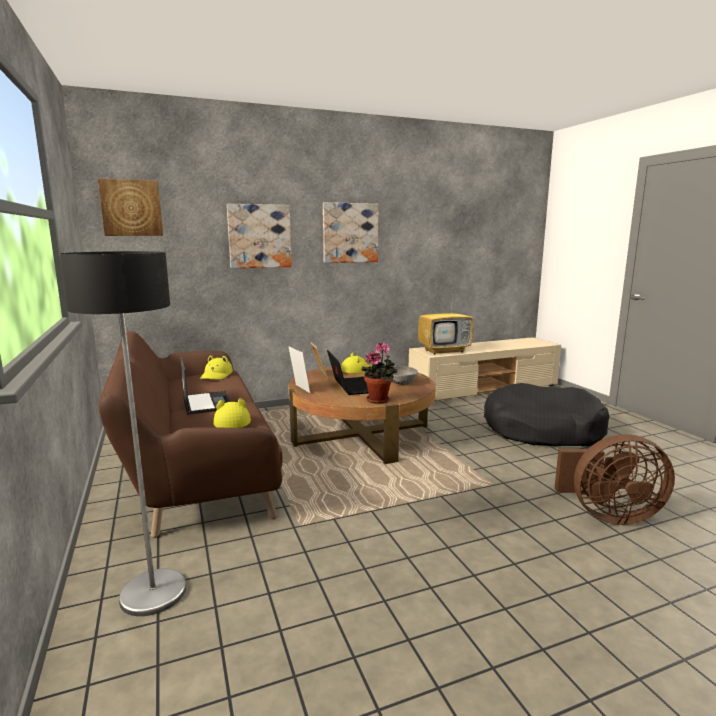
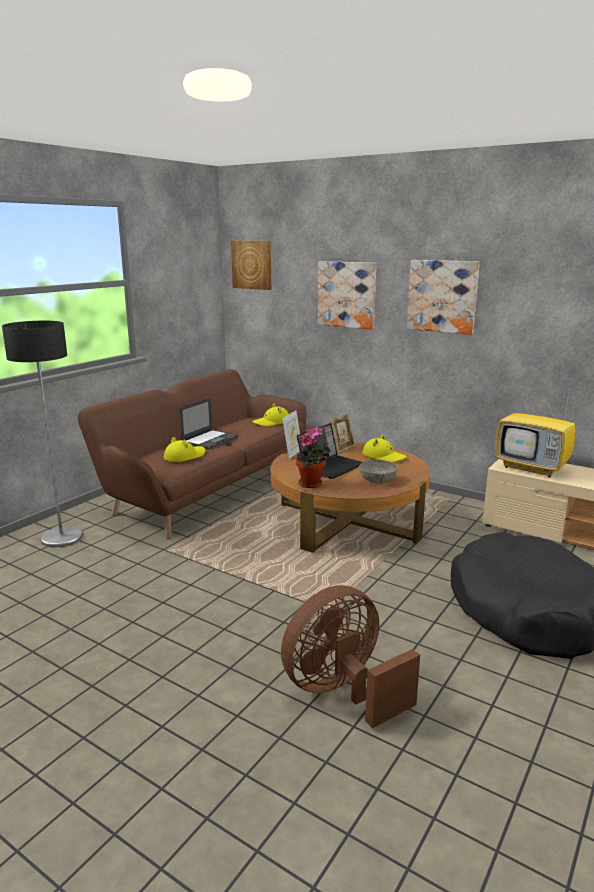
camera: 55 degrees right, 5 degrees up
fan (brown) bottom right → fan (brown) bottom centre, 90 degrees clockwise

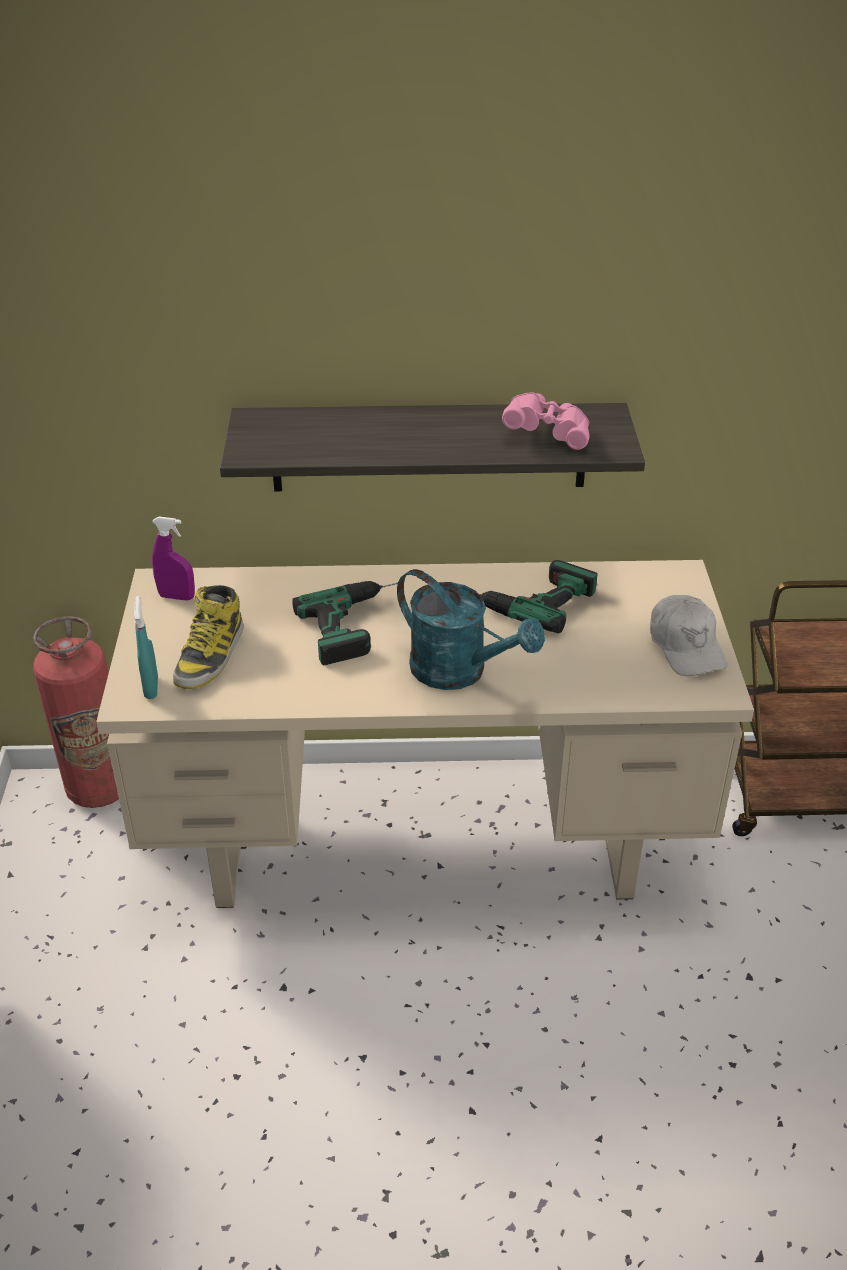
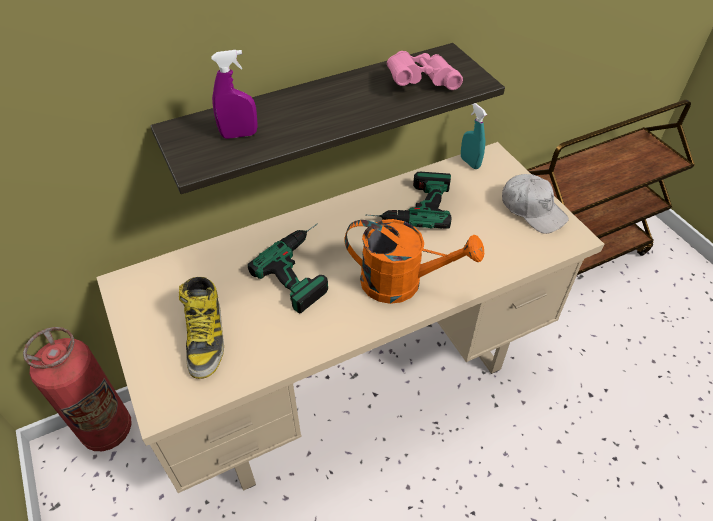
camera: 25 degrees left, 10 degrees up
spray bottle (turquoise) middle left → spray bottle (turquoise) top centre, move
spray bottle (purple) middle left → spray bottle (purple) top left, move
watering can (turquoise) centre → watering can (orange) centre

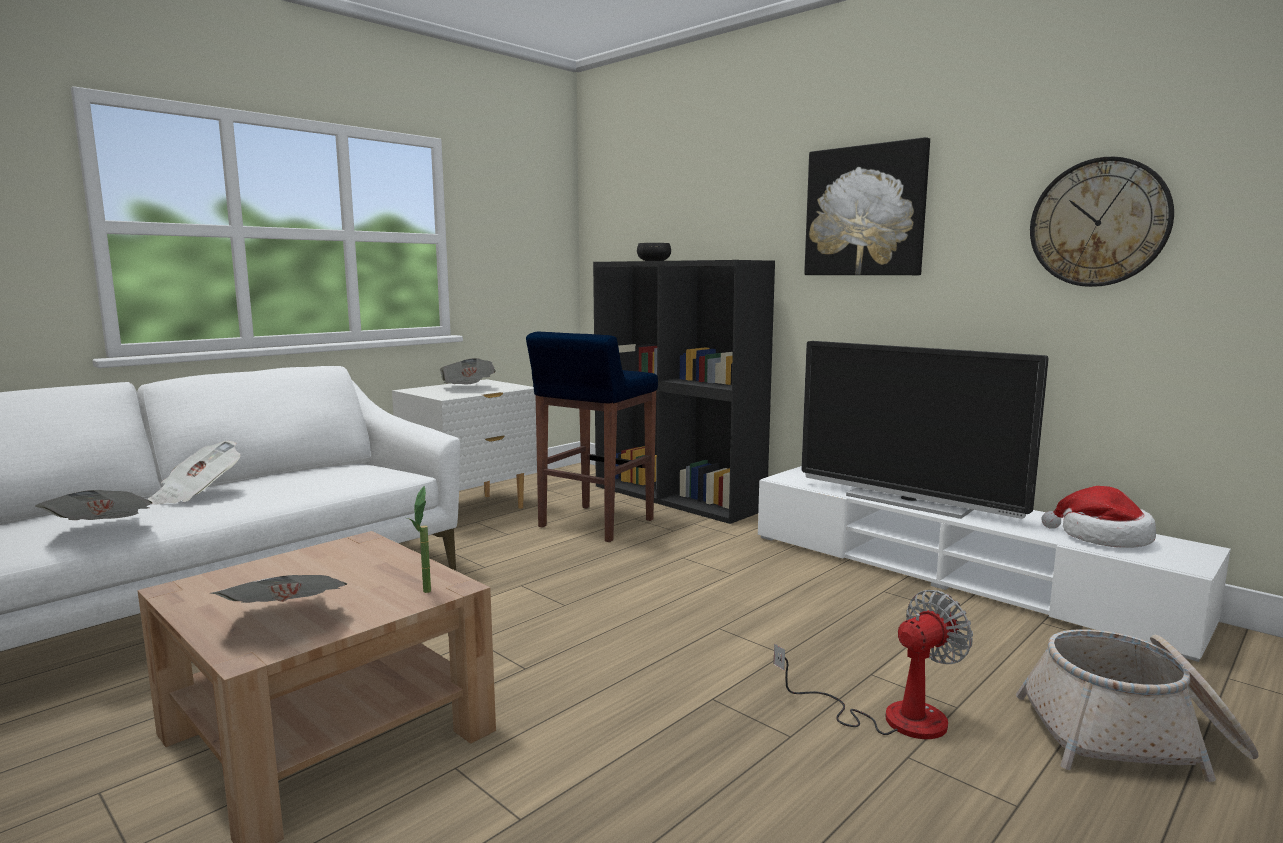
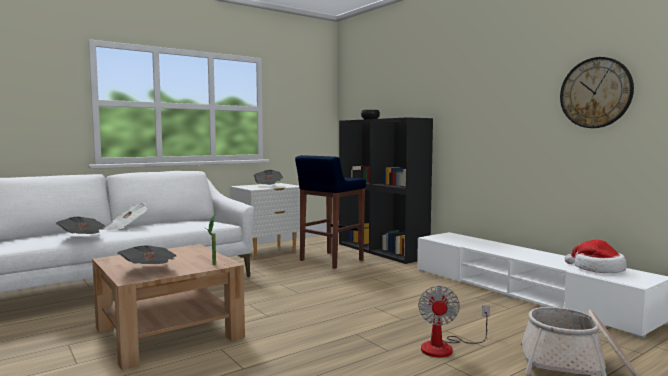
camera: 10 degrees right, 5 degrees down
fan bottom right, 120 degrees clockwise
television middle right → -
picture top right → -

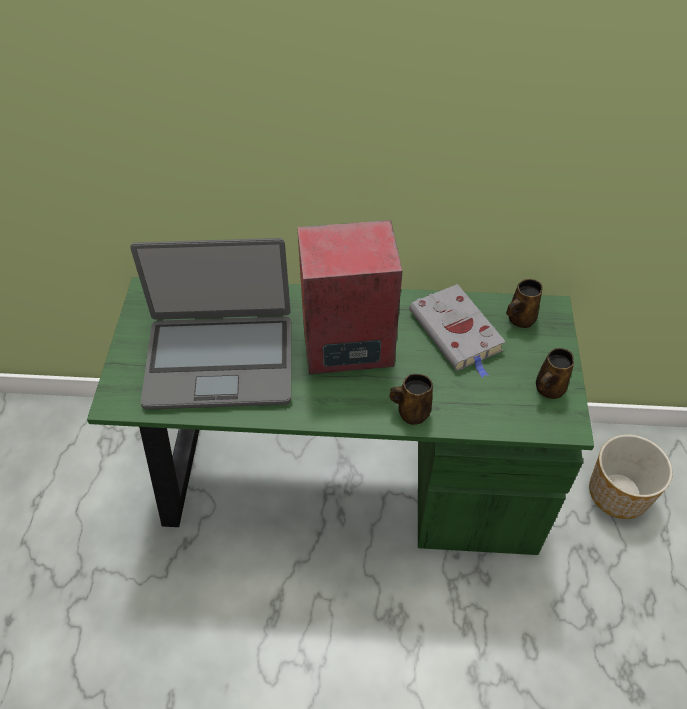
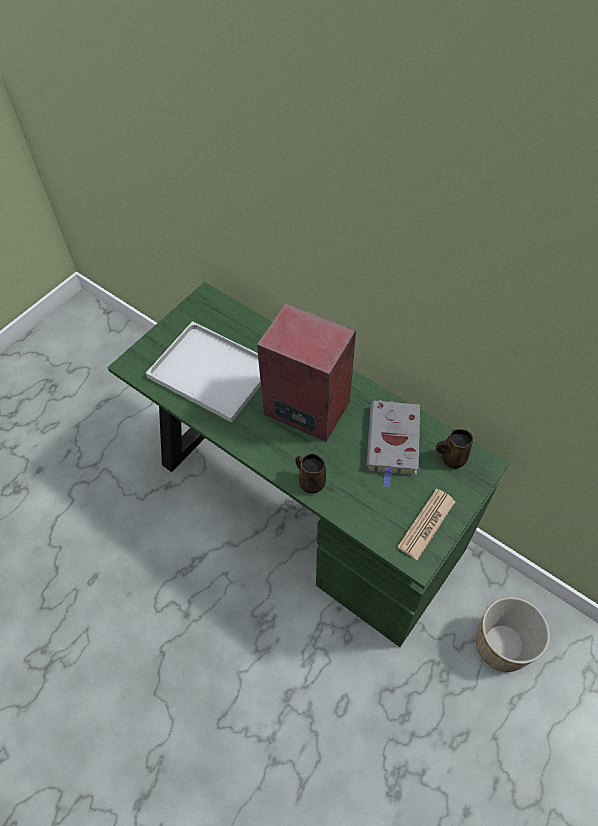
camera: 35 degrees right, 5 degrees up
laptop middle left → tray (white) centre
mug (brown) (3rd from left) middle right → newspaper middle right

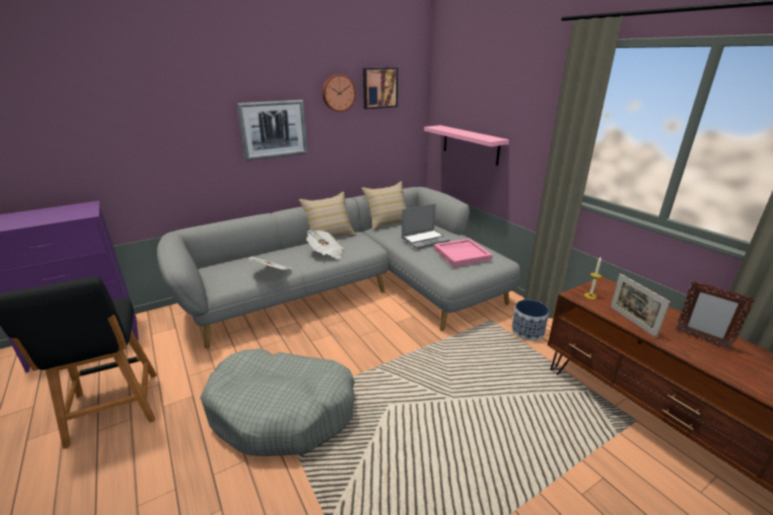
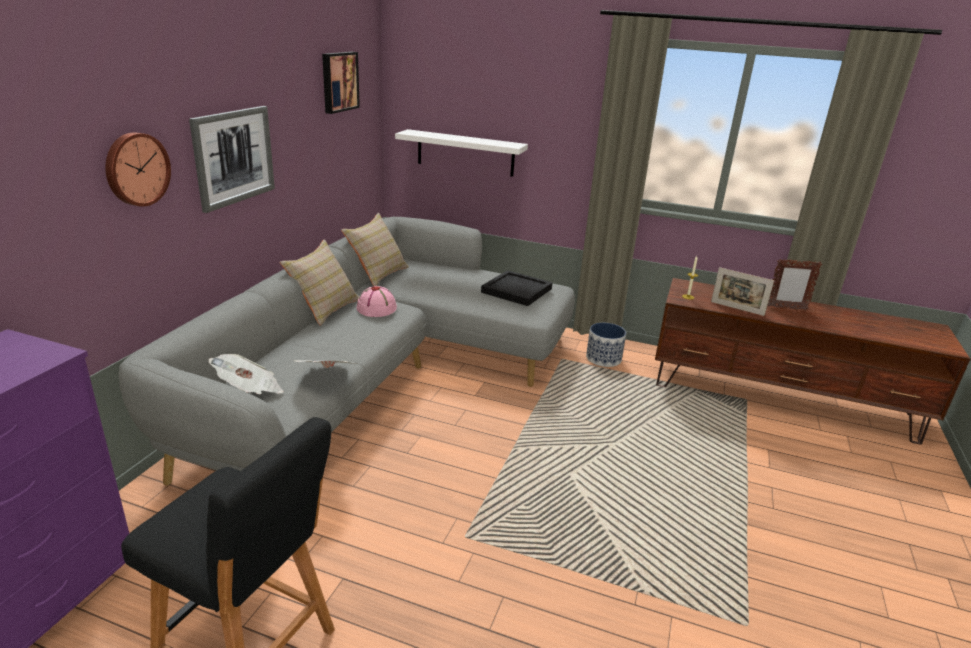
camera: 40 degrees left, 0 degrees up
dog bed (grey) bottom centre → -
newspaper (2nd from left in the first image) centre → newspaper (1st from left) middle left, move
wall clock top centre → wall clock top left, move
laptop centre → -
shelf (pink) top centre → shelf (white) top centre
tray (pink) centre → tray (black) centre
- → hat (pink) centre

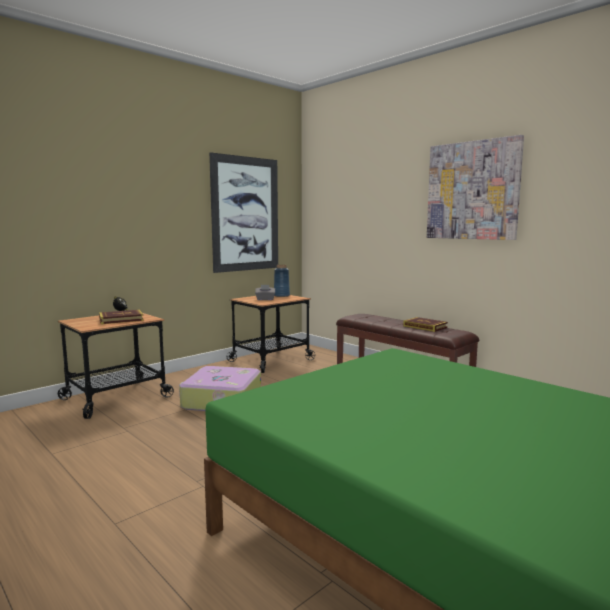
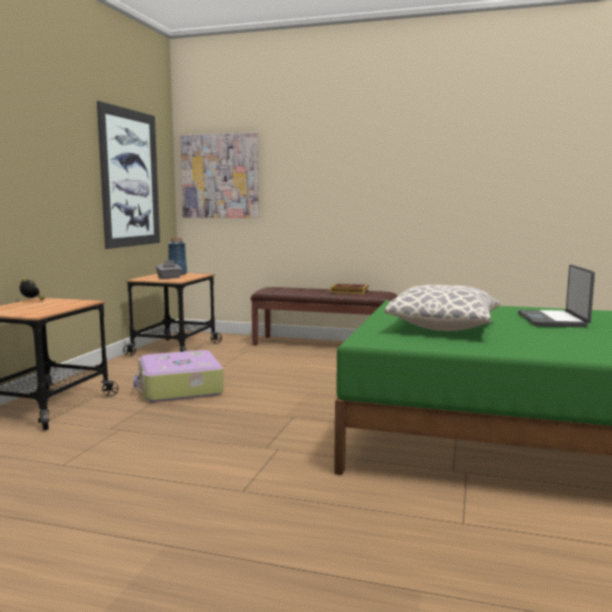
camera: 30 degrees left, 0 degrees up
book (1st from left) middle left → -
picture (2nd from left) top right → picture (2nd from left) top centre, move
- → pillow middle right
- → laptop middle right

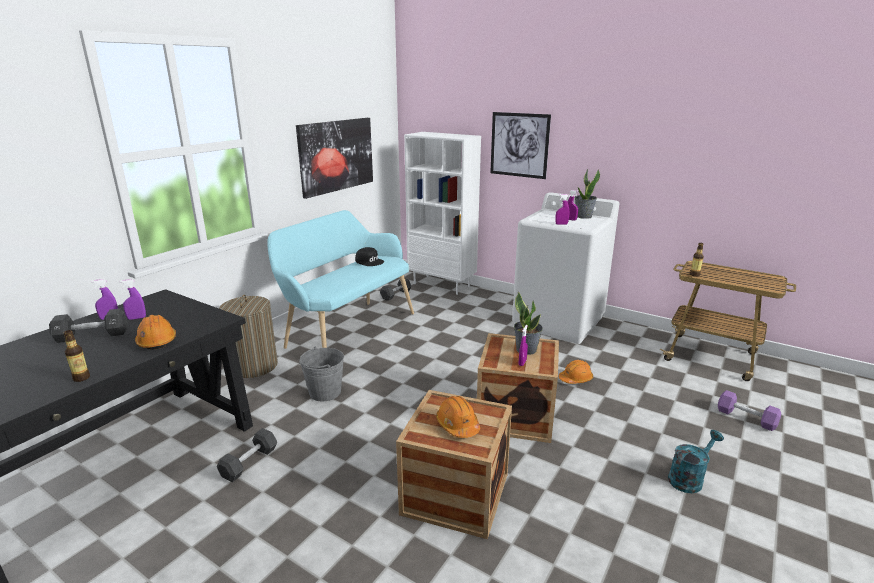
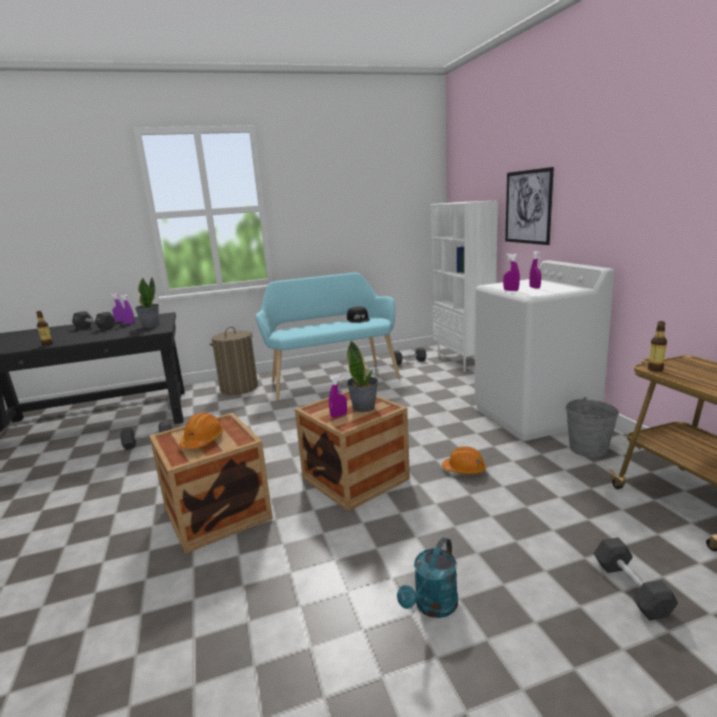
camera: 40 degrees right, 5 degrees down
hard hat (orange) (1st from left) middle left → -
picture (1st from left) top centre → -
bucket (grey) centre → bucket (grey) middle right, move
potted plant (2nd from left in the first image) top right → potted plant (1st from left) middle left, move
watering can (turquoise) bottom right → watering can (turquoise) bottom centre, 120 degrees clockwise
dumbbell (purple) bottom right → dumbbell (black) (4th from left) bottom right

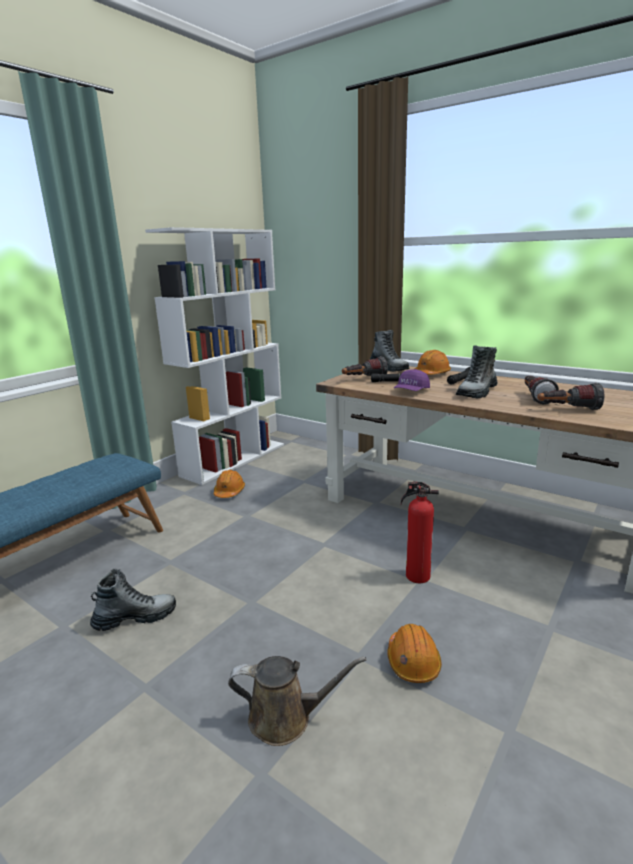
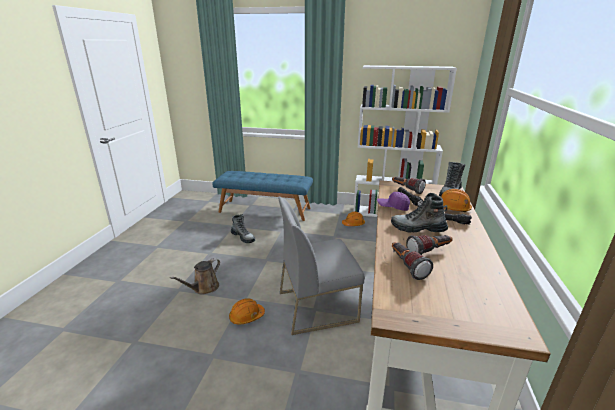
camera: 65 degrees right, 5 degrees up
watering can (brown) bottom centre → watering can (brown) bottom left, 60 degrees clockwise
fire extinguisher centre → chair (grey) centre

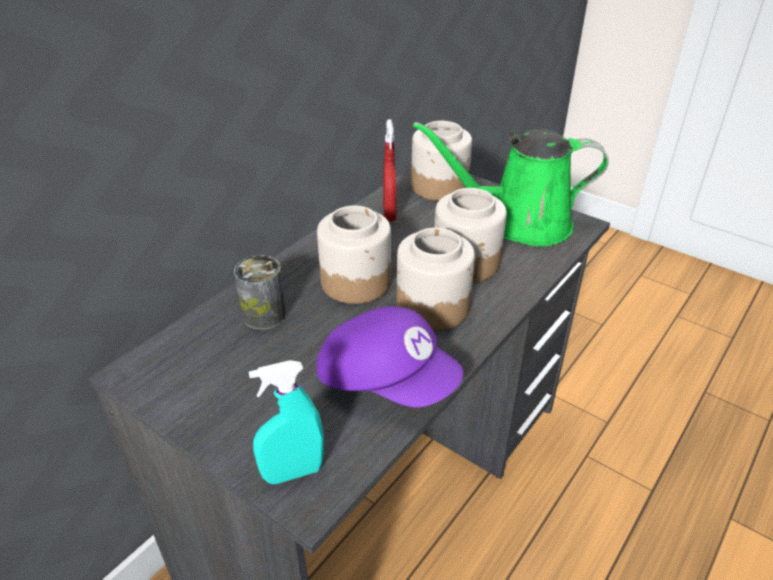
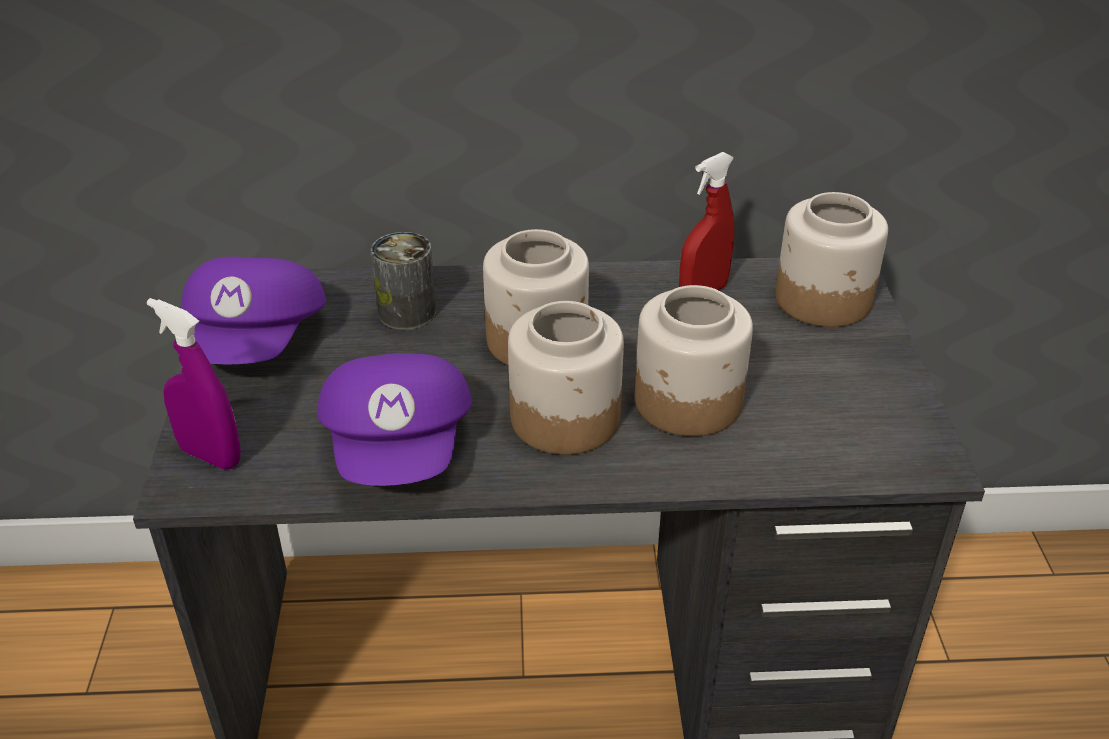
camera: 50 degrees right, 0 degrees up
spray bottle (turquoise) bottom centre → spray bottle (purple) middle left
watering can (green) top centre → -
- → cap (purple) (1st from left) middle left

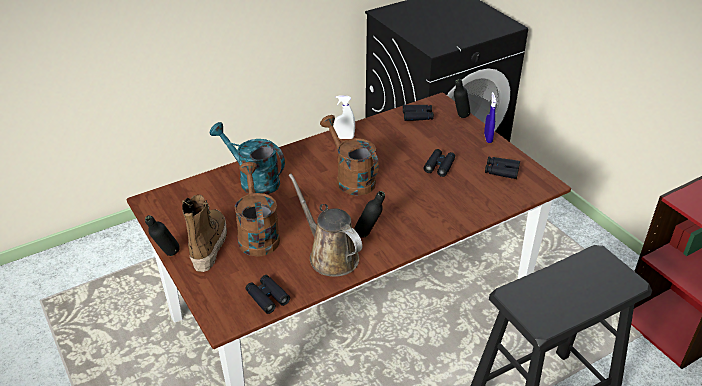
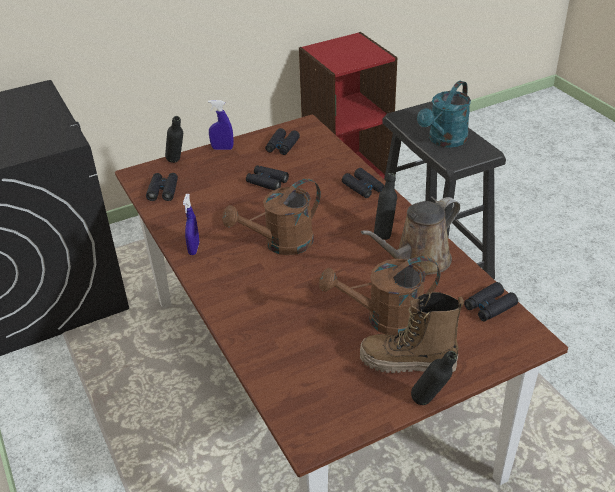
camera: 85 degrees left, 0 degrees up
watering can (turquoise) centre → watering can (turquoise) top right, move
spray bottle (white) top centre → spray bottle (blue) (1st from left) middle left
- → binoculars (black) (4th from left) centre

